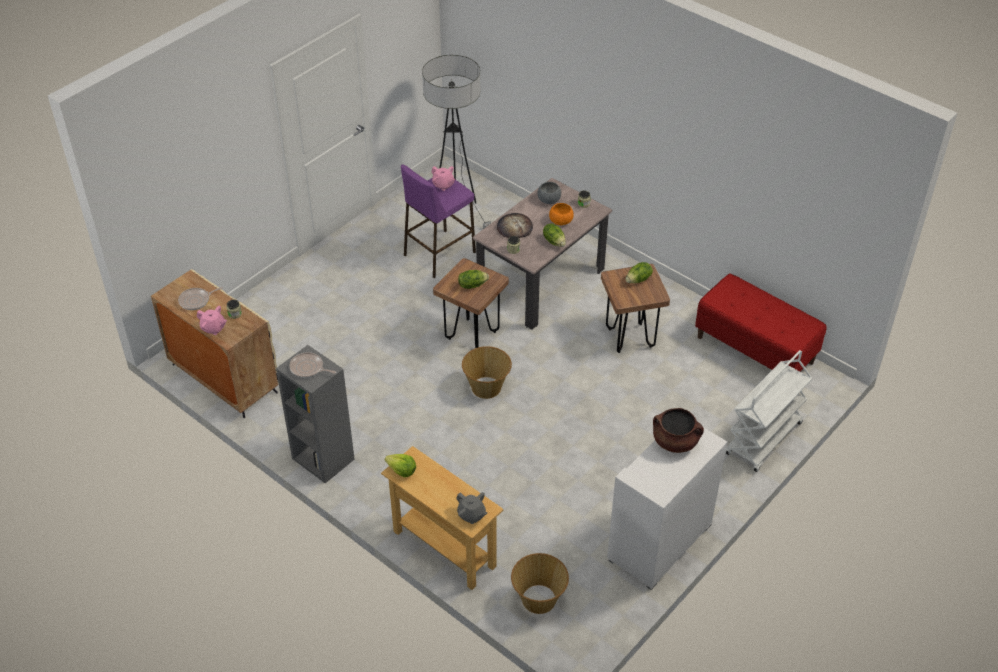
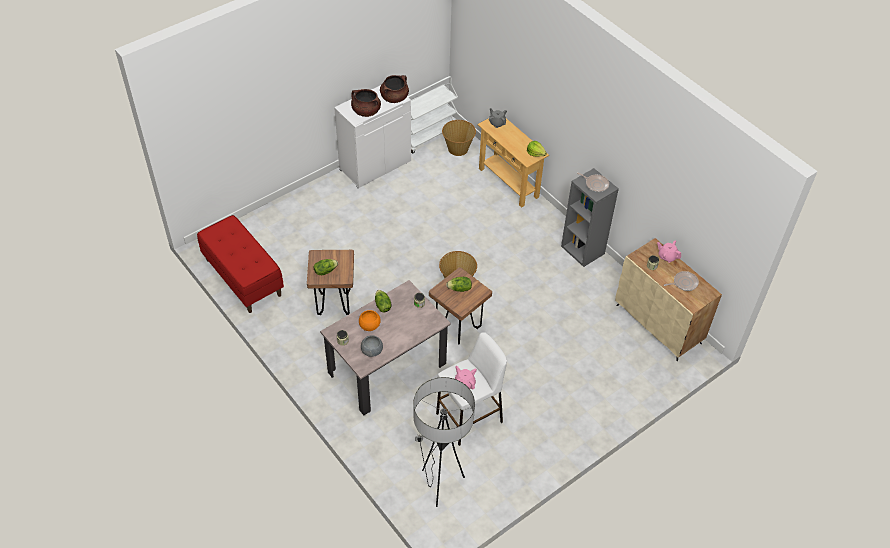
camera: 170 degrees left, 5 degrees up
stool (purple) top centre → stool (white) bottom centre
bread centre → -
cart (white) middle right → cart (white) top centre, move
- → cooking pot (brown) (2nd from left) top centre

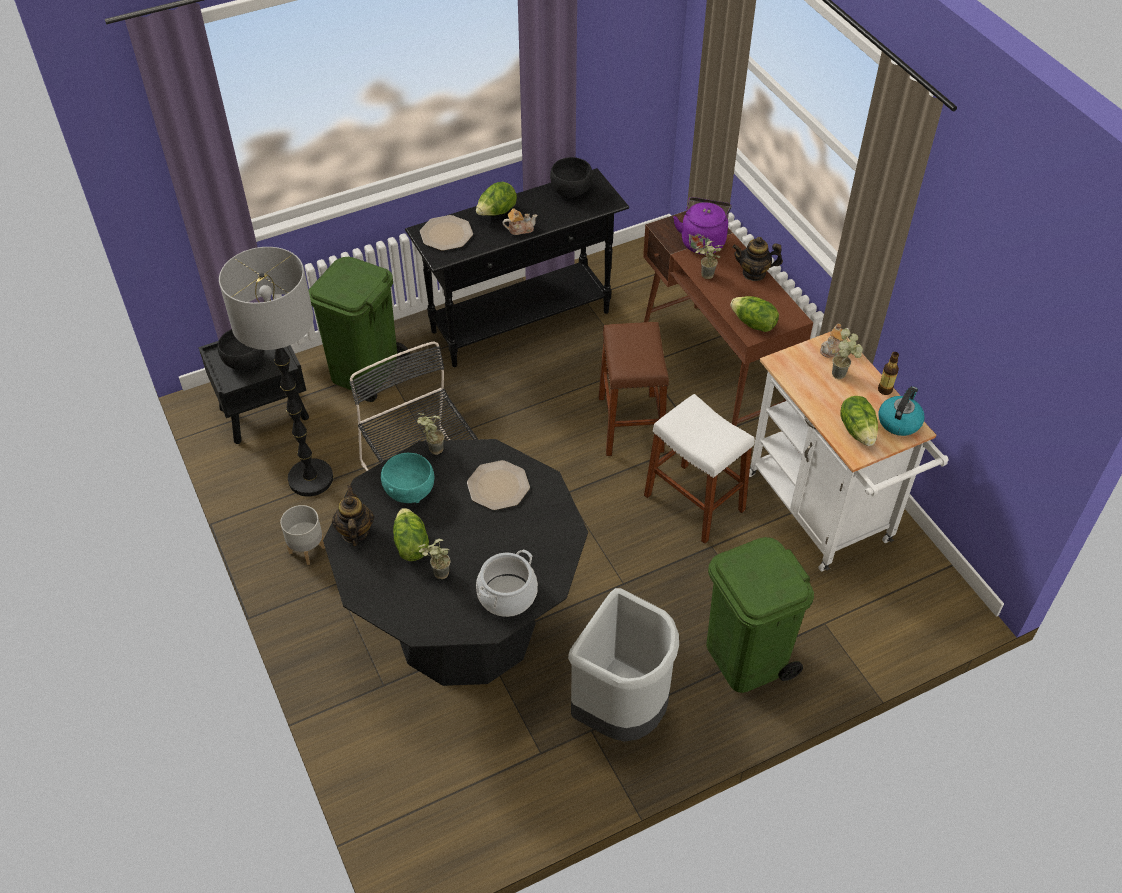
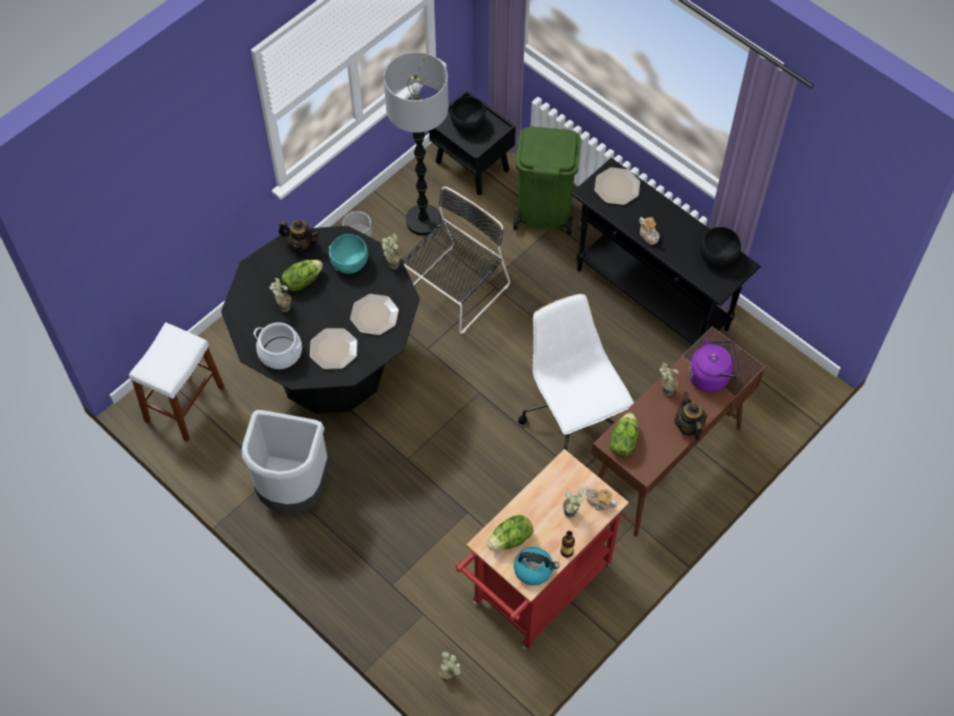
camera: 70 degrees right, 10 degrees up
teapot (1st from left) middle left → teapot (1st from left) top left, 45 degrees clockwise
lettuce (2nd from left) top centre → -
stool (brown) centre → office chair (white) centre
stool (white) centre → stool (white) middle left, move
trash can (green) (2nd from left) bottom right → -
cart (white) middle right → cart (red) bottom centre
- → plate (1st from left) centre
- → potted plant (3rd from left) bottom centre

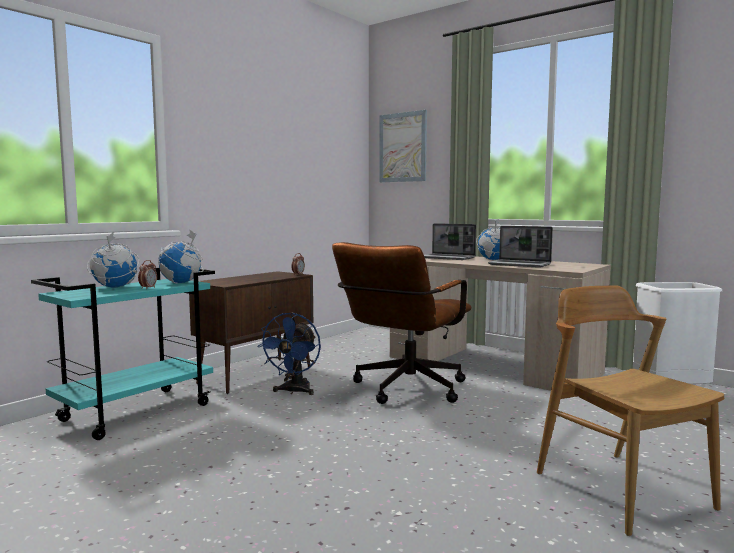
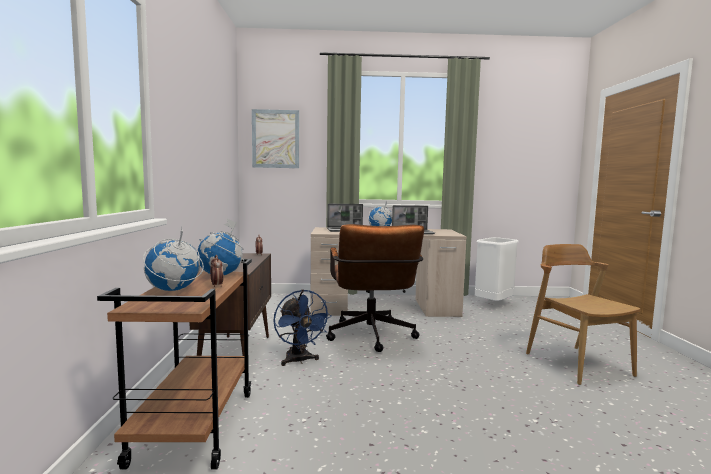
camera: 40 degrees left, 0 degrees up
cart (turquoise) middle left → cart (brown) bottom left
chair (brown) bottom right → chair (brown) middle right, 45 degrees clockwise

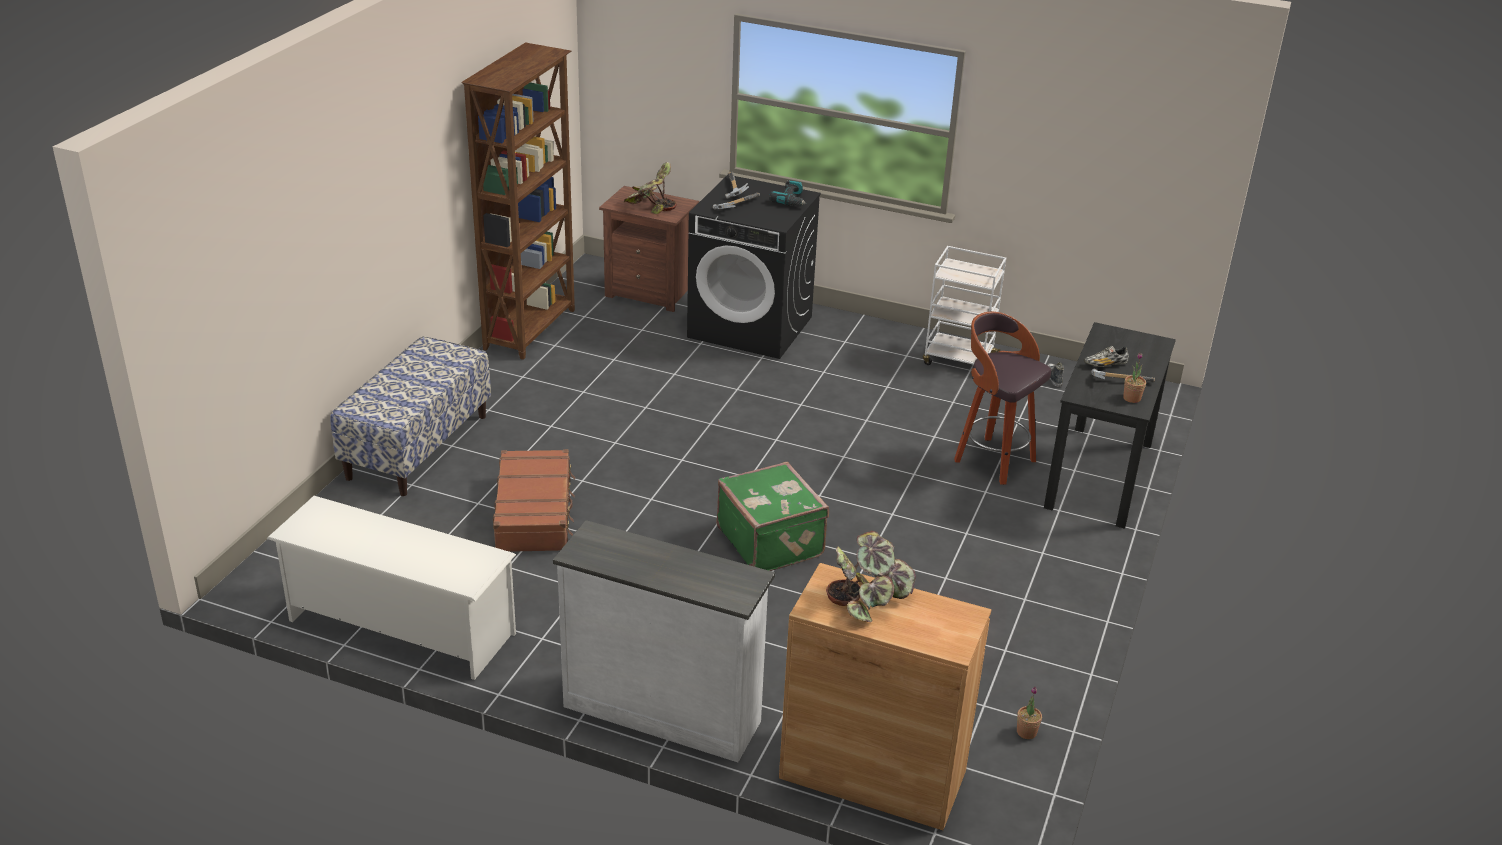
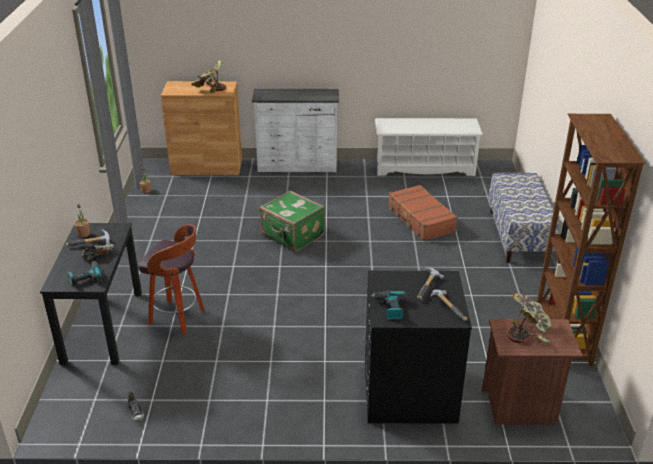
camera: 160 degrees right, 0 degrees up
cart (white) centre → -
- → power drill (1st from left) middle left

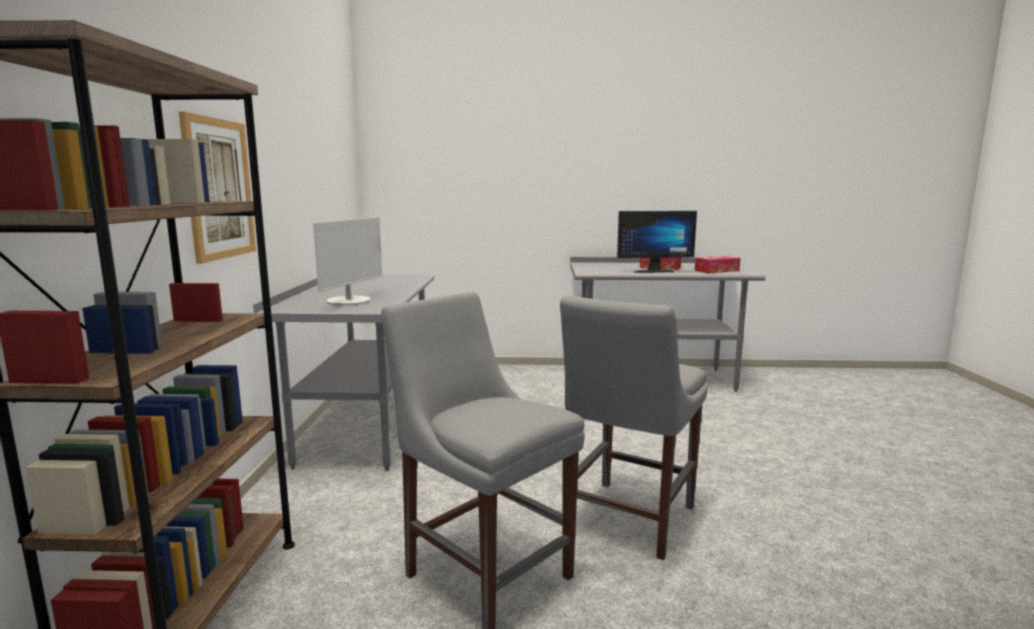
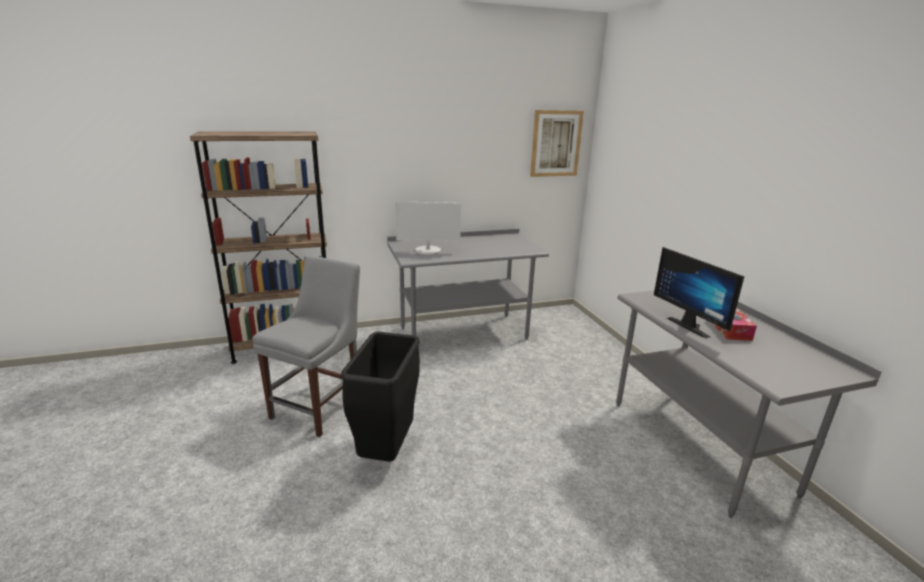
camera: 70 degrees right, 10 degrees up
picture top left → picture top centre, move
chair (grey) (2nd from left) bottom centre → trash can (black) bottom centre
tissue box (2nd from left) middle right → -

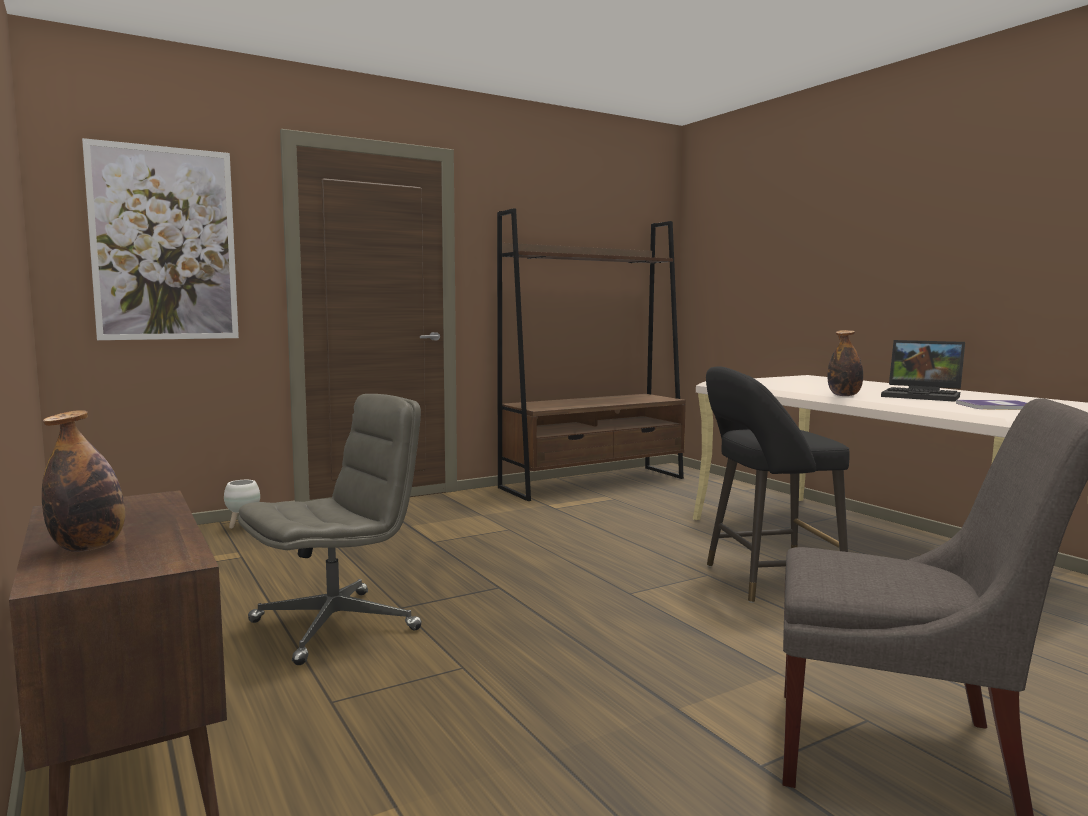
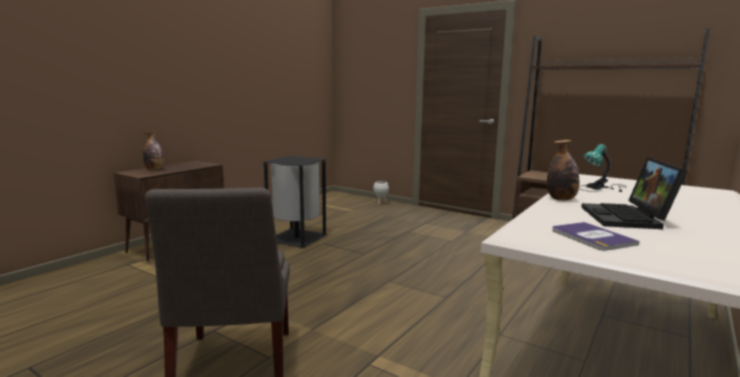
camera: 65 degrees right, 5 degrees up
picture top left → -
office chair (grey) middle left → trash can (black) centre
stool (black) middle right → -
- → table lamp middle right

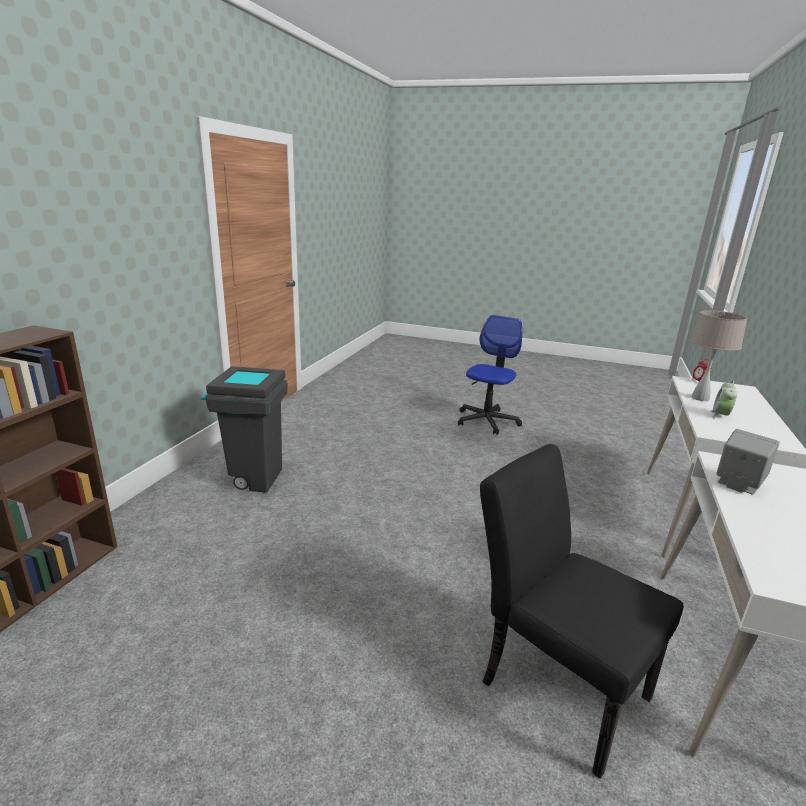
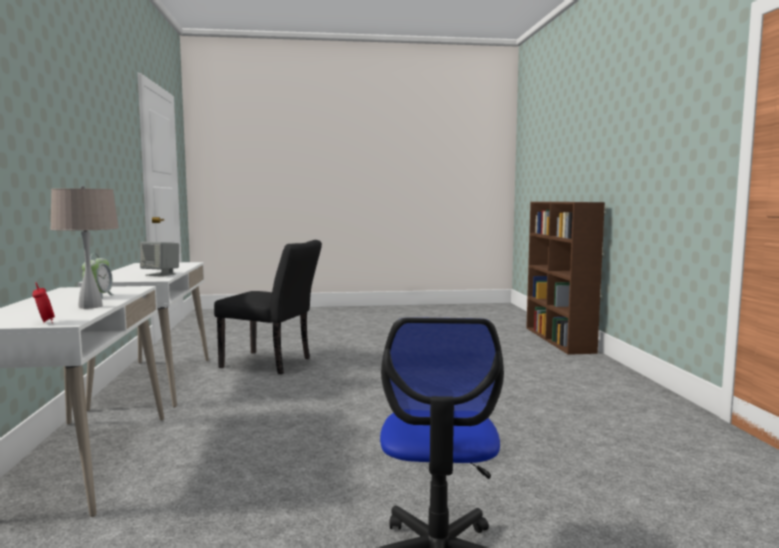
camera: 155 degrees right, 15 degrees down
trash can (grey) middle left → -

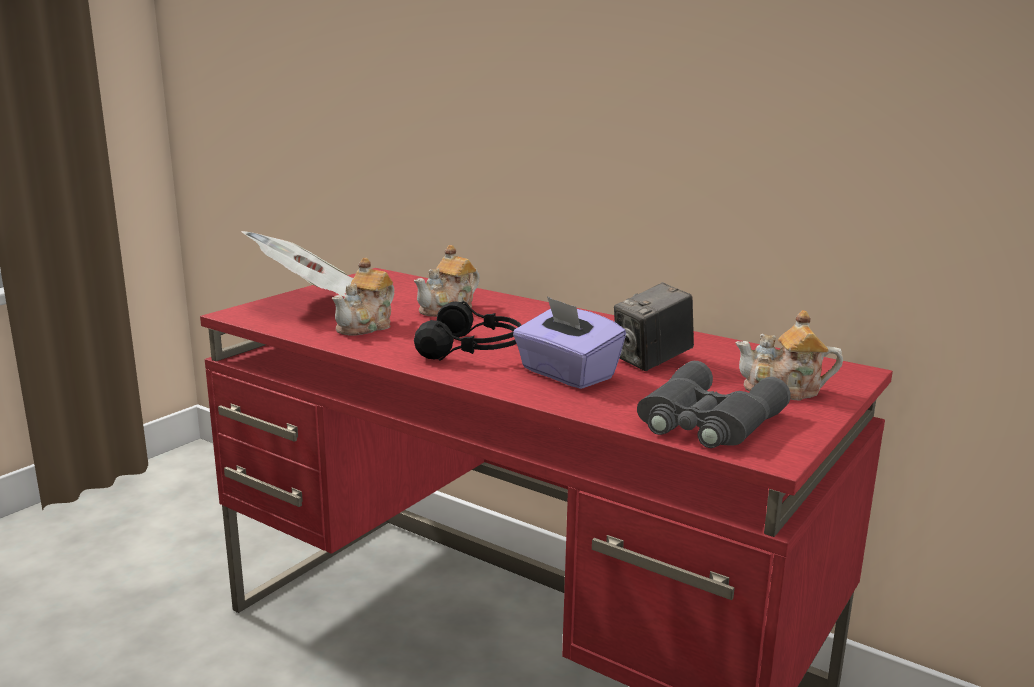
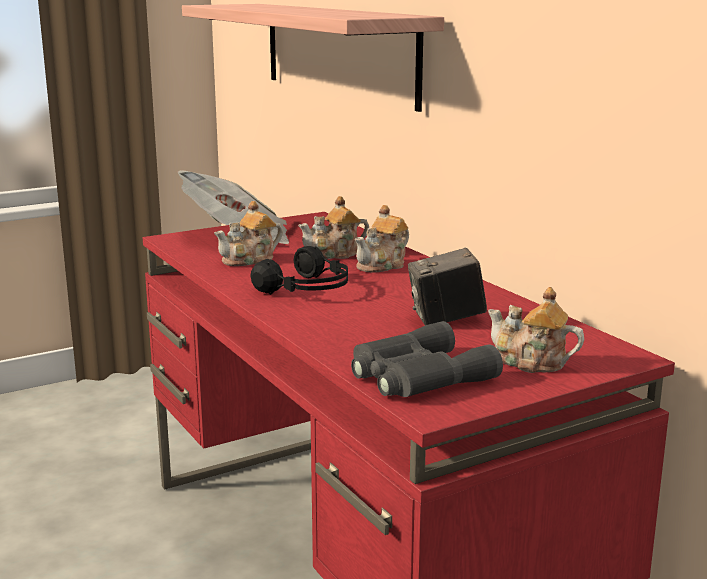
camera: 25 degrees right, 0 degrees up
tissue box (purple) centre → -
- → shelf top centre
- → teapot (3rd from left) centre

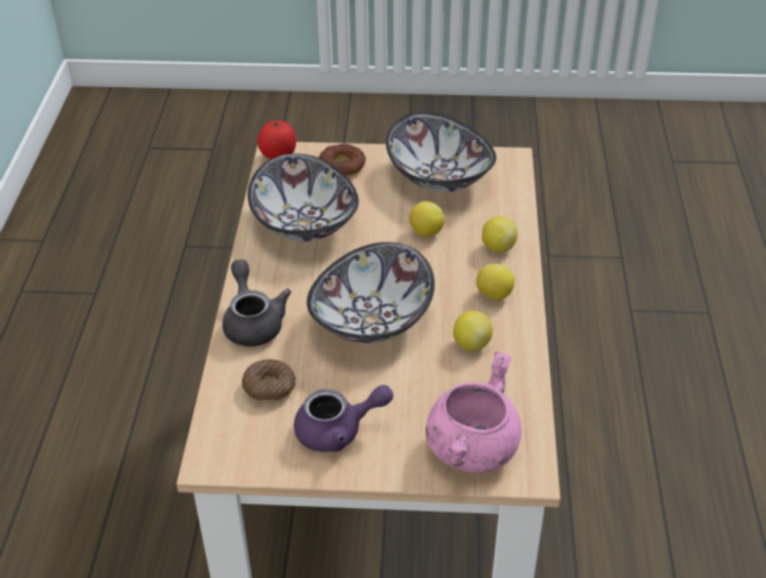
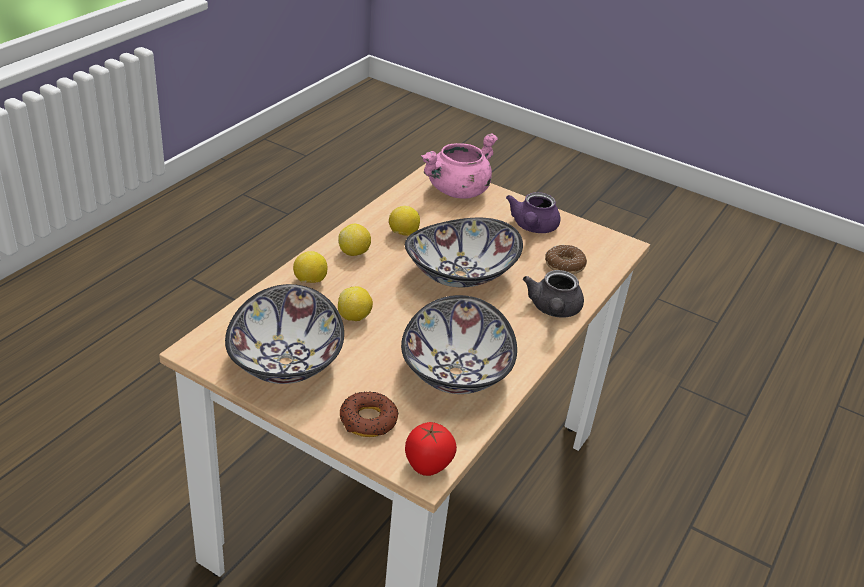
camera: 155 degrees left, 5 degrees down
teapot (purple) bottom centre → teapot (purple) centre, 90 degrees counterclockwise

